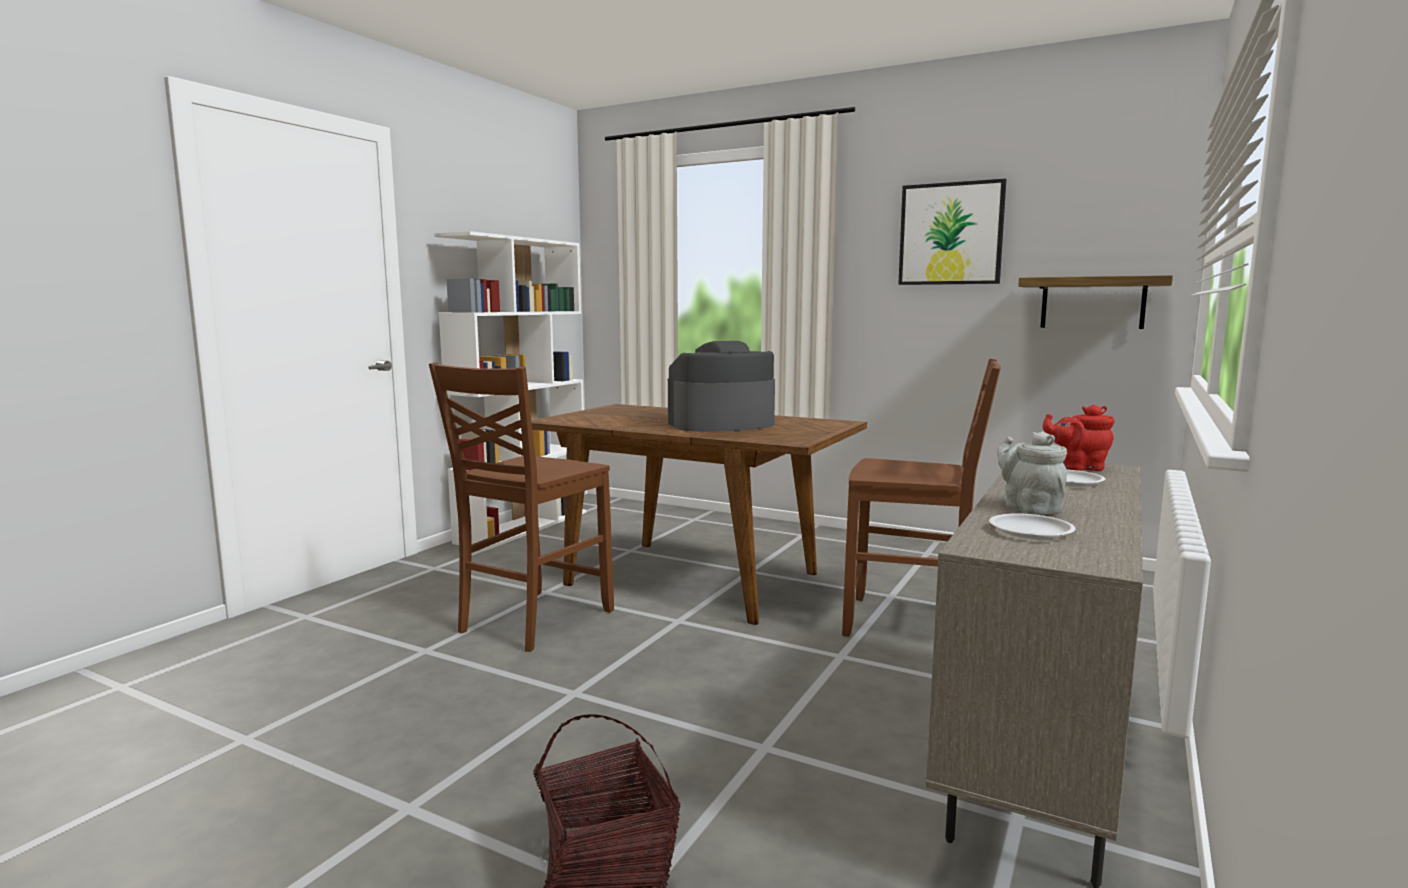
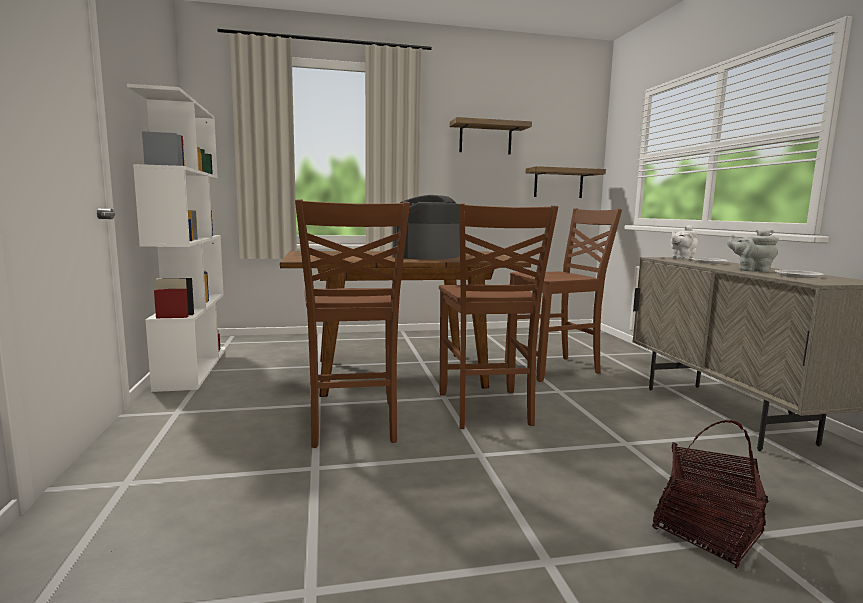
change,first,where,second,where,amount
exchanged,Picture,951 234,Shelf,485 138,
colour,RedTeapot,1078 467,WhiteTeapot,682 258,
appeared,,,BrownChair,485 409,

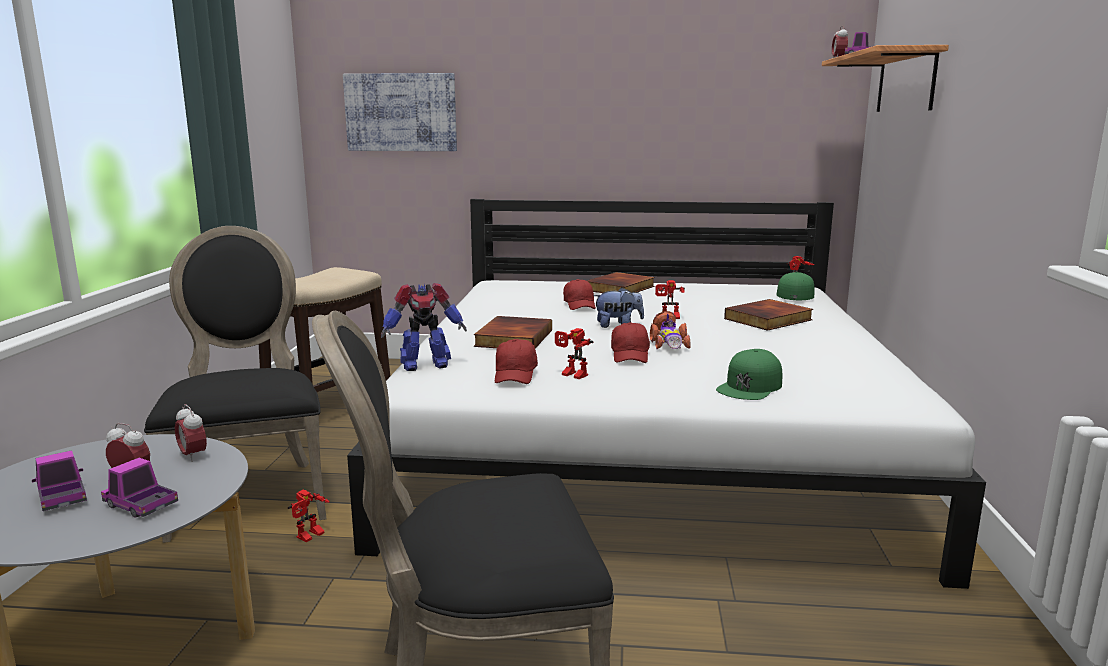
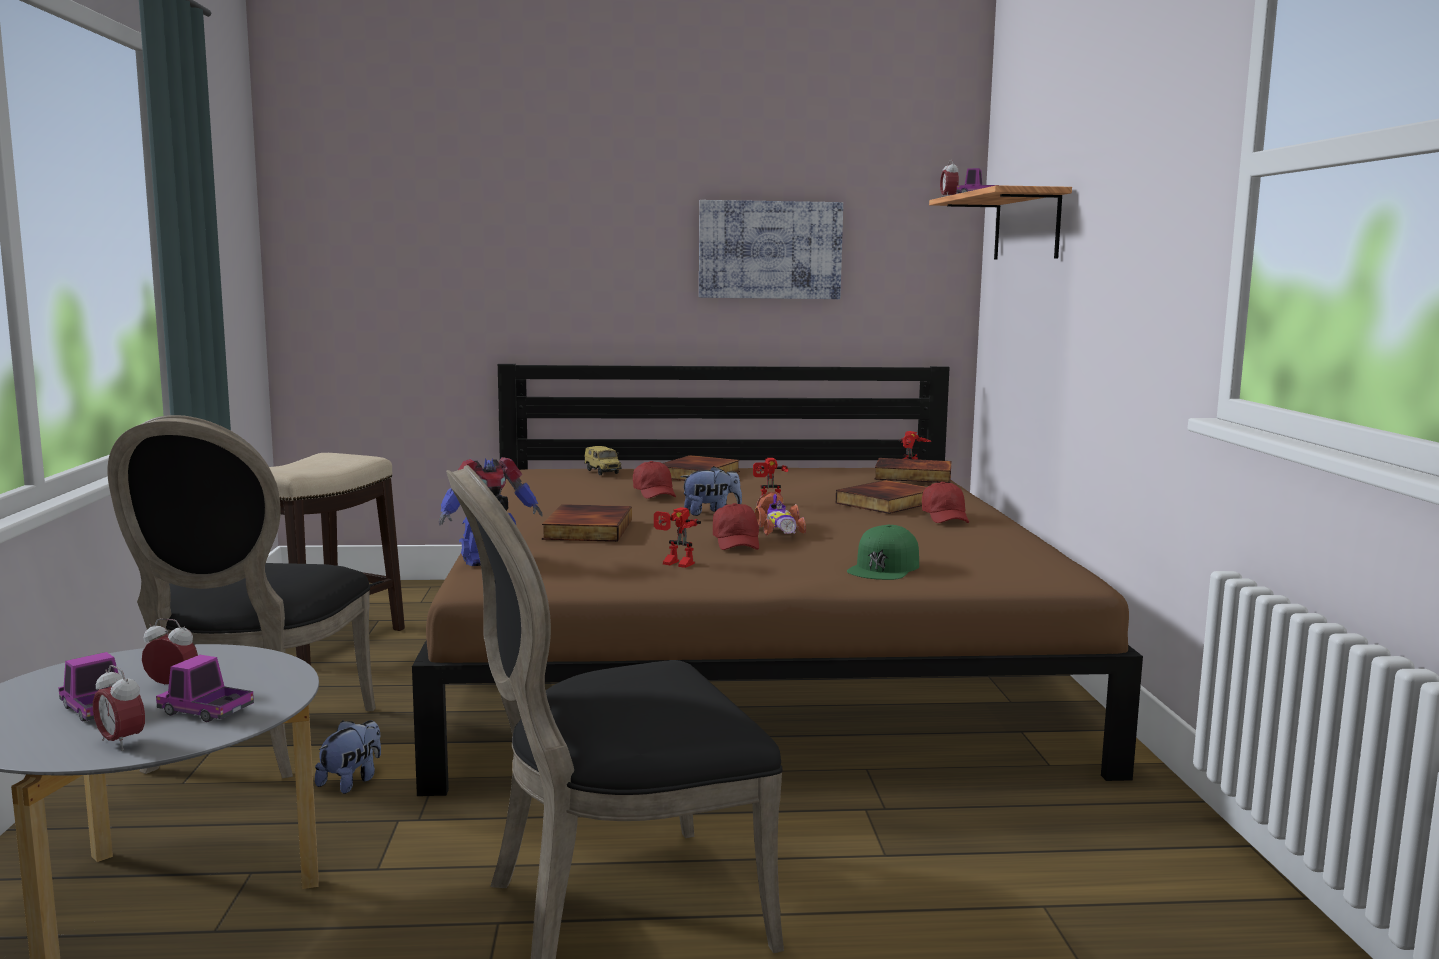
change,first,where,second,where,amount
spun,BlackChair,251 494,,252 742,150 degrees counterclockwise
relocated,AlarmClock,193 456,,121 742,
exchanged,ToyRobot,311 537,PlushToy,351 781,
relocated,Picture,401 112,,770 250,
colour,WhiteBed,646 441,BrownBed,747 658,
relocated,RedCap,515 375,,945 517,
exchanged,GreenCap,795 294,Book,912 476,
appeared,,,ToyCar,604 472,

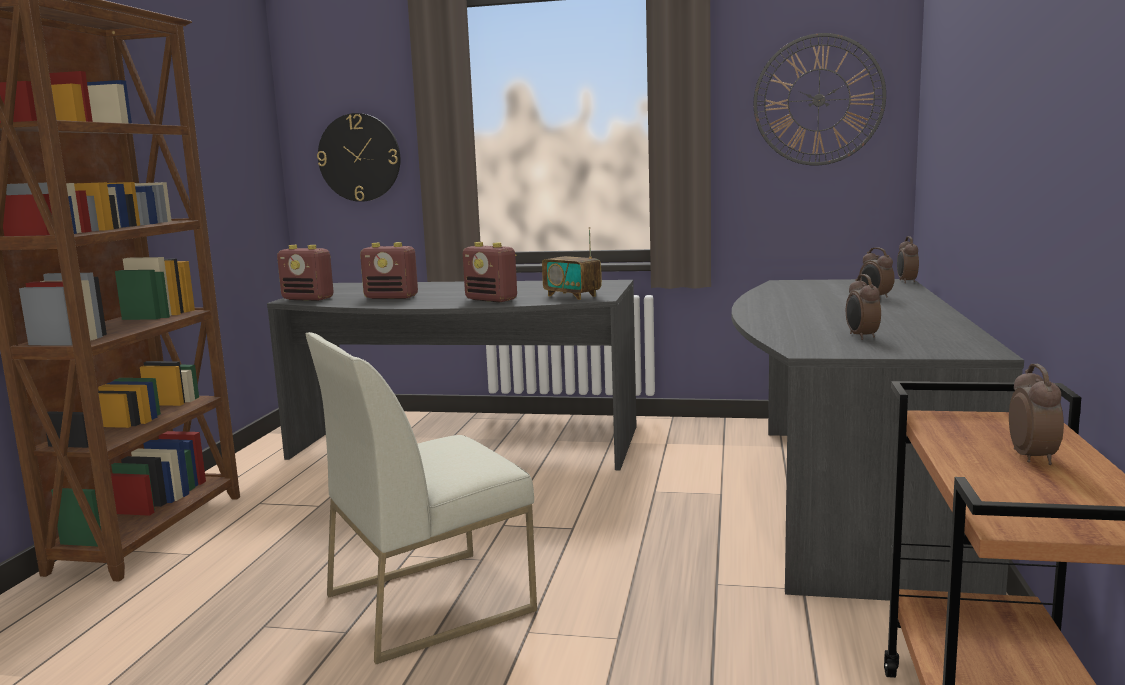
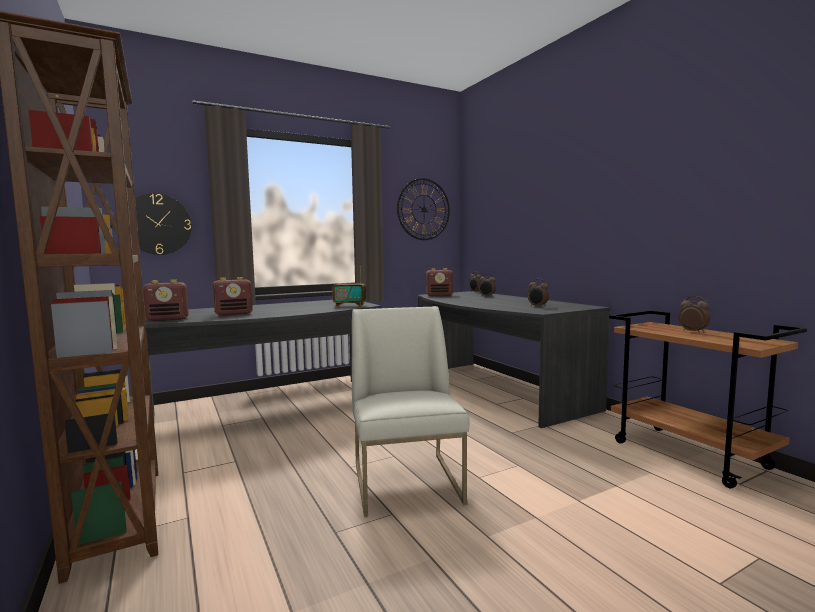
change,first,where,second,where,amount
spun,WhiteChair,430 601,,407 483,150 degrees clockwise
relocated,Radio,492 300,,439 295,

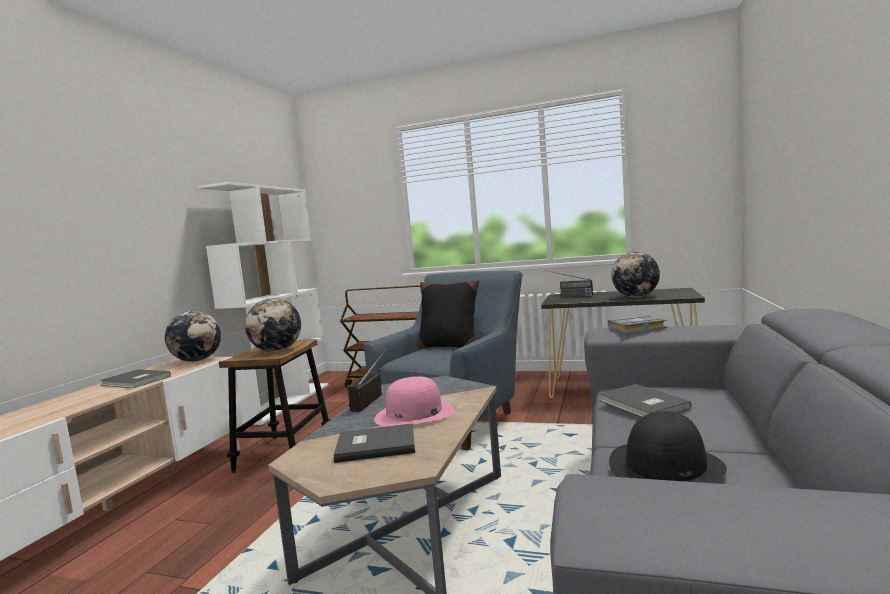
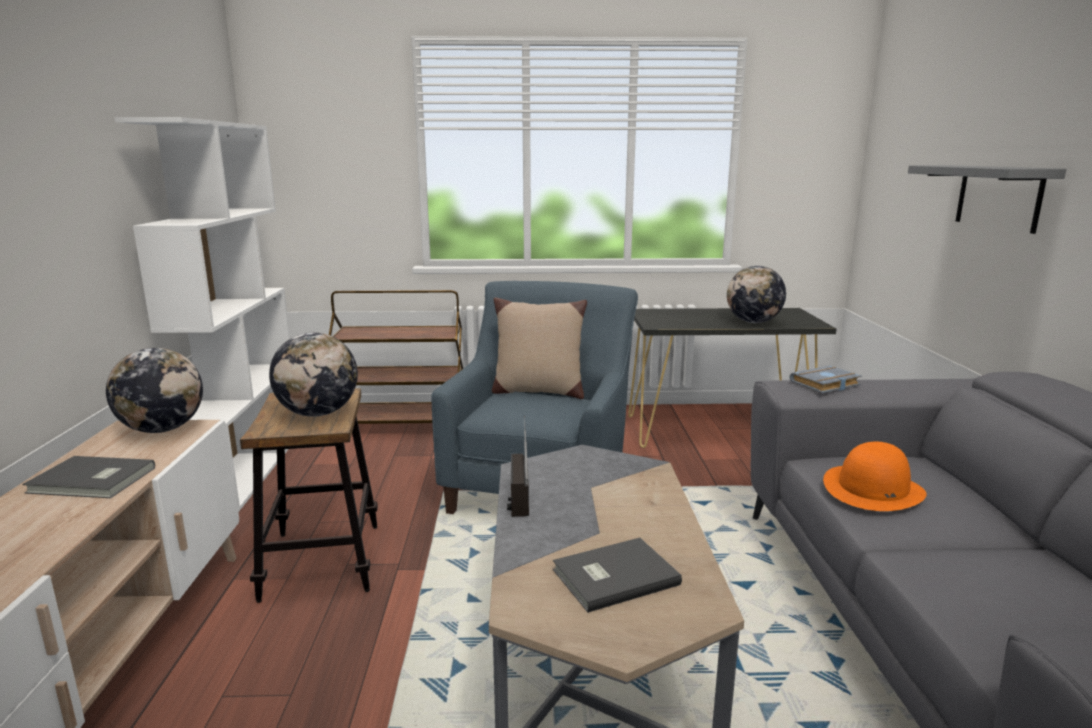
change,first,where,second,where,amount
missing,PinkHat,414 414,,,
colour,BlackPillow,448 347,BeigePillow,537 391,
missing,Radio,568 296,,,
exchanged,GreyBook,642 405,OrangeHat,873 489,
missing,BlackHat,665 467,,,
appeared,,,GreyShelf,998 197,

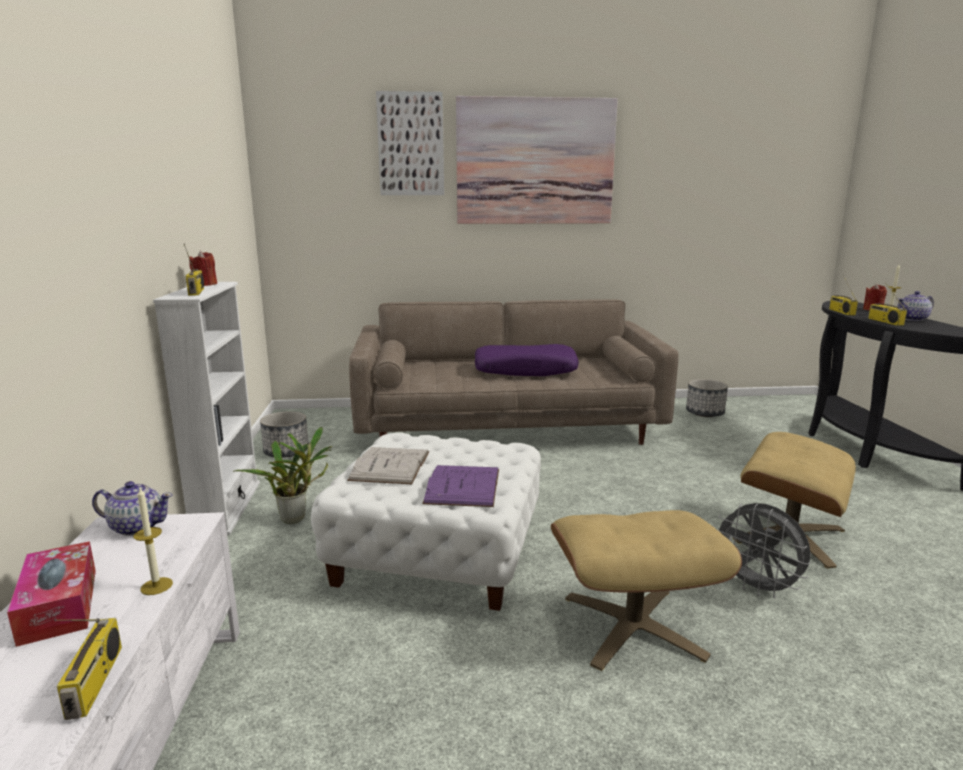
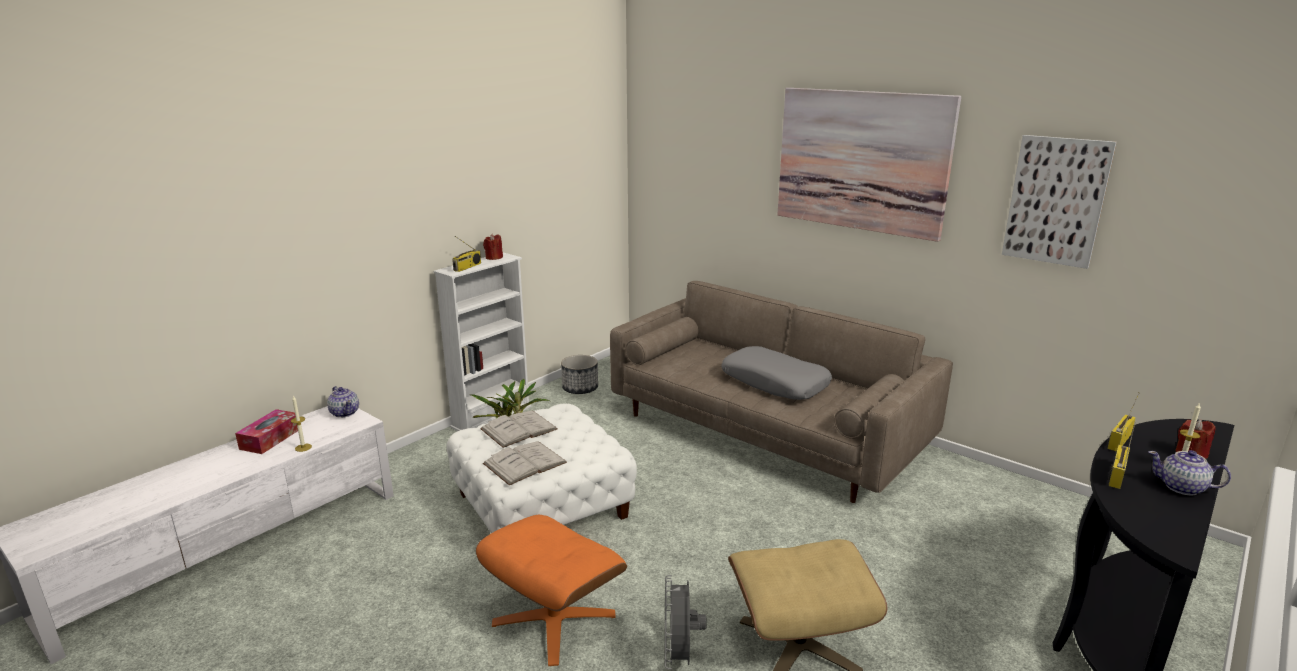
change,first,where,second,where,amount
missing,Radio,96 682,,,
relocated,Picture,411 144,,1056 201,
colour,PurpleBook,463 486,WhiteBook,525 463,
colour,PurplePillow,525 370,GreyPillow,775 383,
colour,BeigeOttoman,633 626,OrangeOttoman,553 619,
missing,Planter,704 413,,,

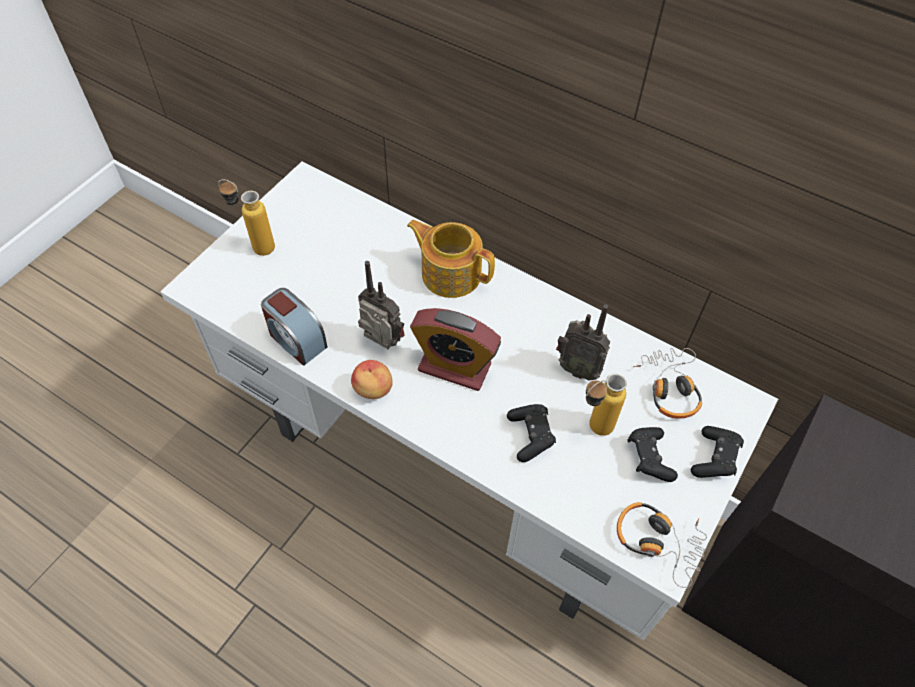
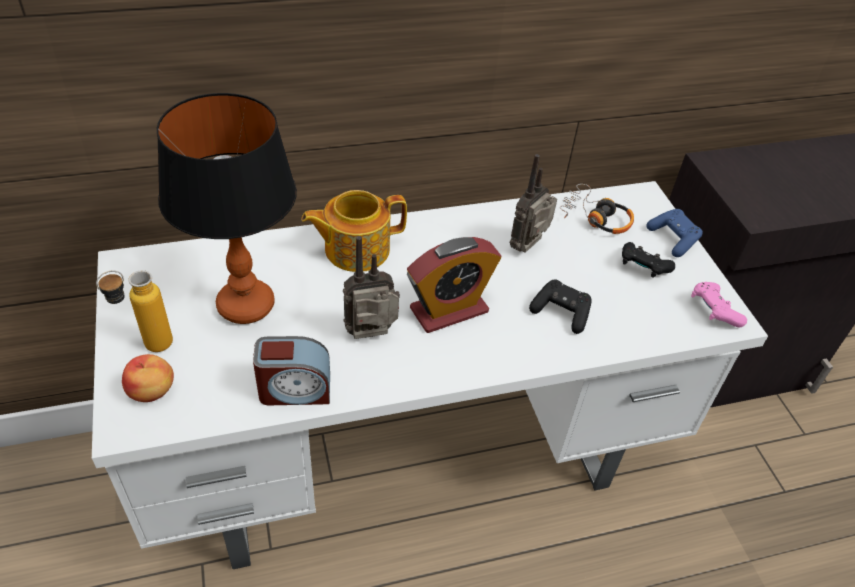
change,first,where,second,where,amount
relocated,Apple,373 390,,152 392,
spun,Radio,577 368,,529 247,150 degrees clockwise
missing,Bottle,592 430,,,
exchanged,Headphones,658 542,PinkGameController,713 312,
colour,BlackGameController,714 458,BlueGameController,673 239,
appeared,,,TableLamp,245 306,

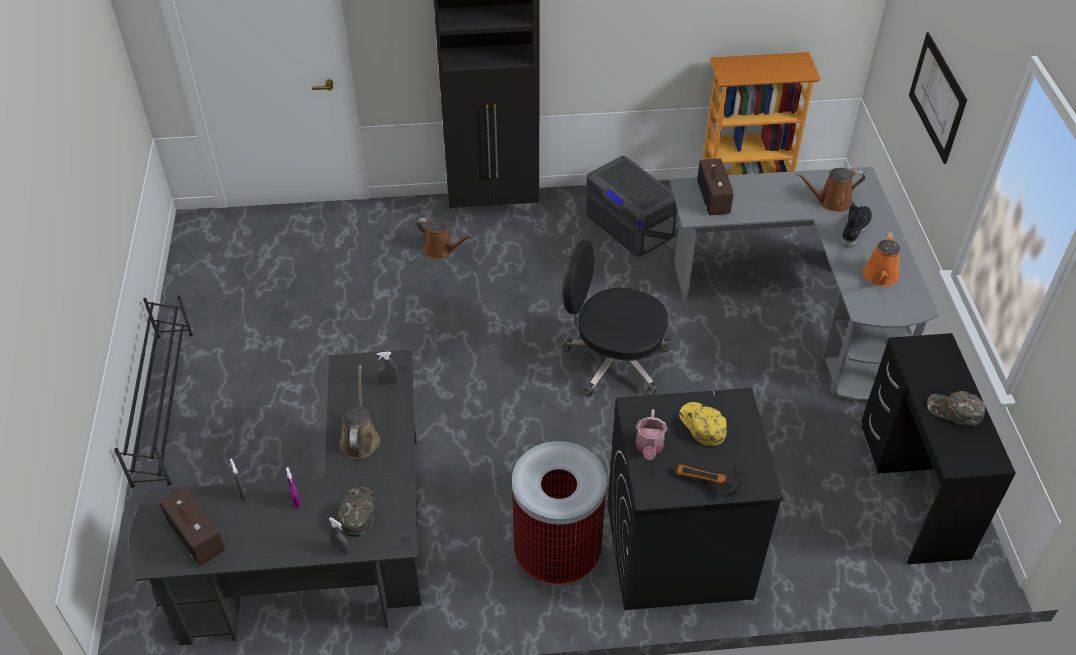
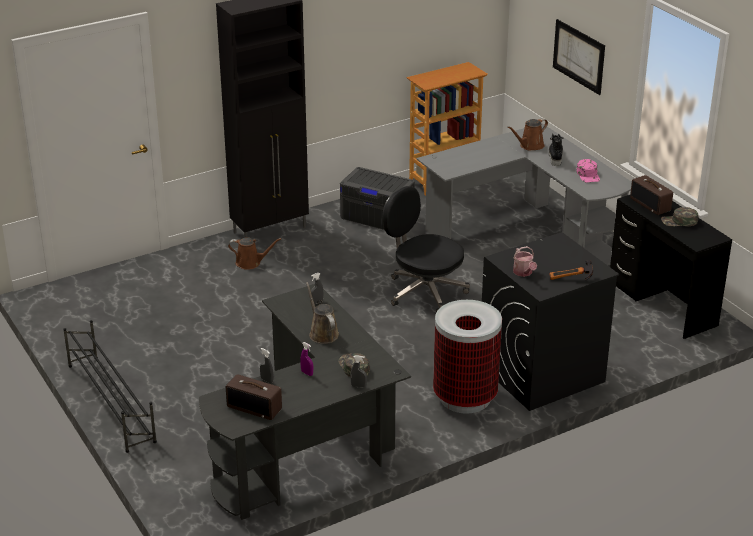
change,first,where,second,where,amount
spun,BlackOfficeChair,613 361,,424 291,45 degrees clockwise
missing,YellowCap,702 425,,,
relocated,Radio,714 197,,651 204,
exchanged,OrangeWateringCan,880 277,PinkCap,588 175,

